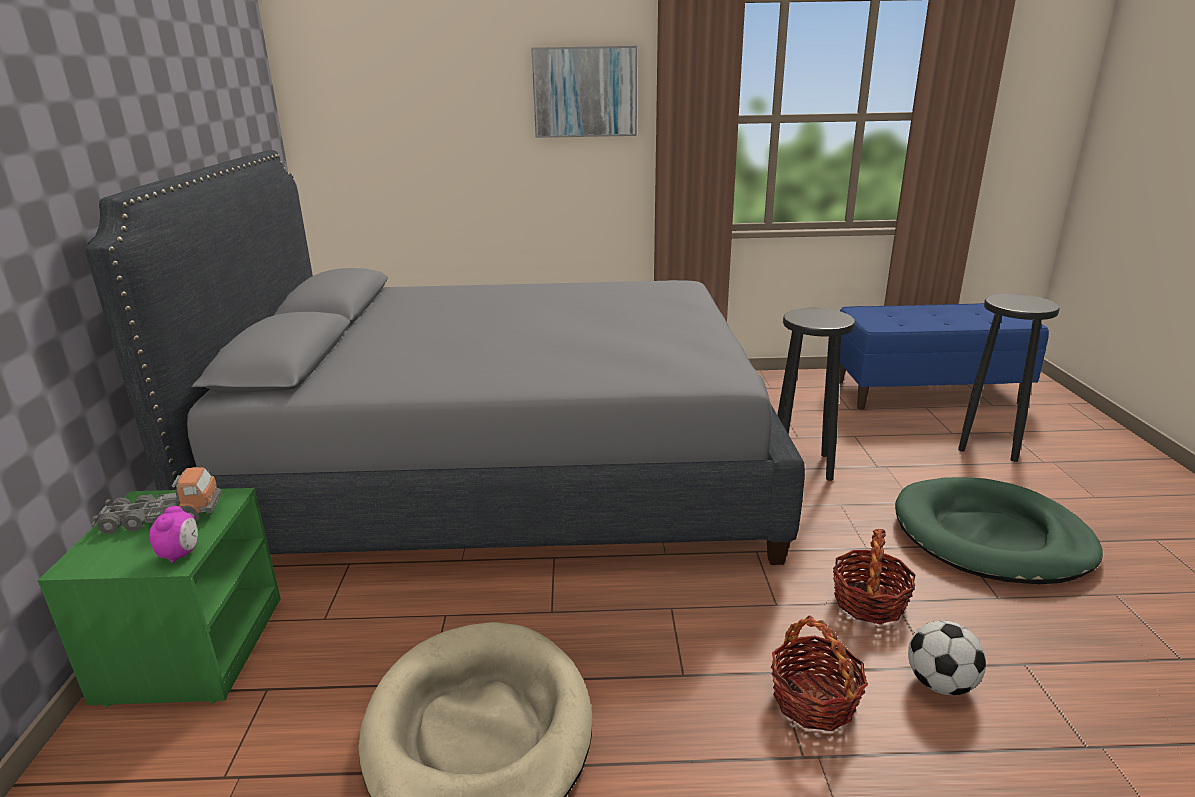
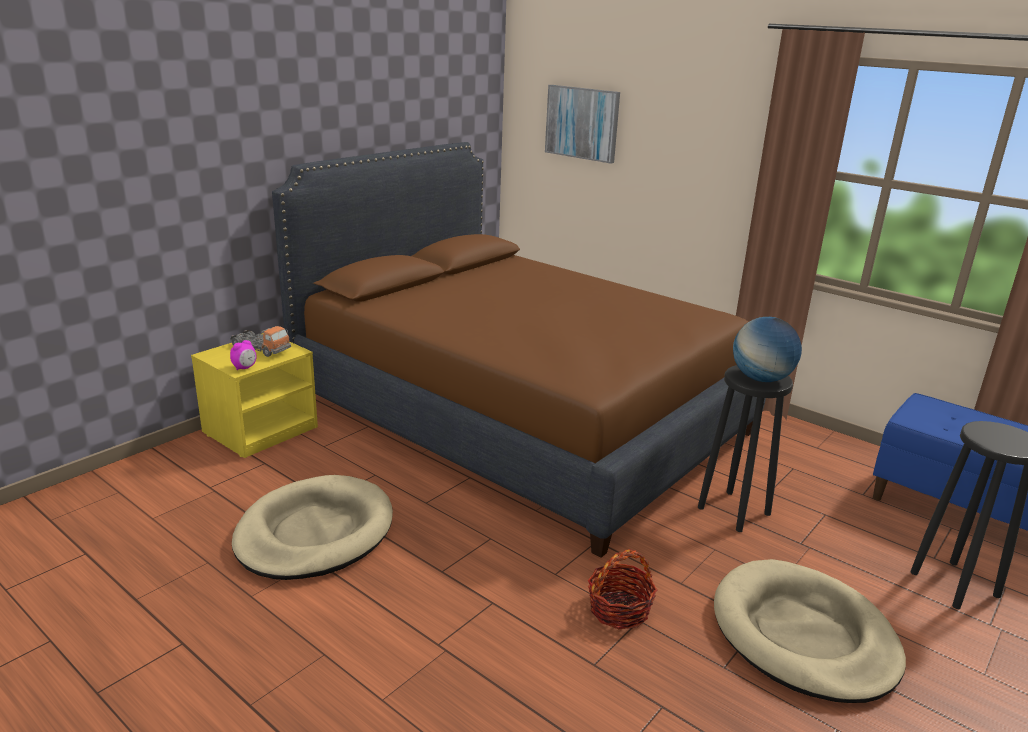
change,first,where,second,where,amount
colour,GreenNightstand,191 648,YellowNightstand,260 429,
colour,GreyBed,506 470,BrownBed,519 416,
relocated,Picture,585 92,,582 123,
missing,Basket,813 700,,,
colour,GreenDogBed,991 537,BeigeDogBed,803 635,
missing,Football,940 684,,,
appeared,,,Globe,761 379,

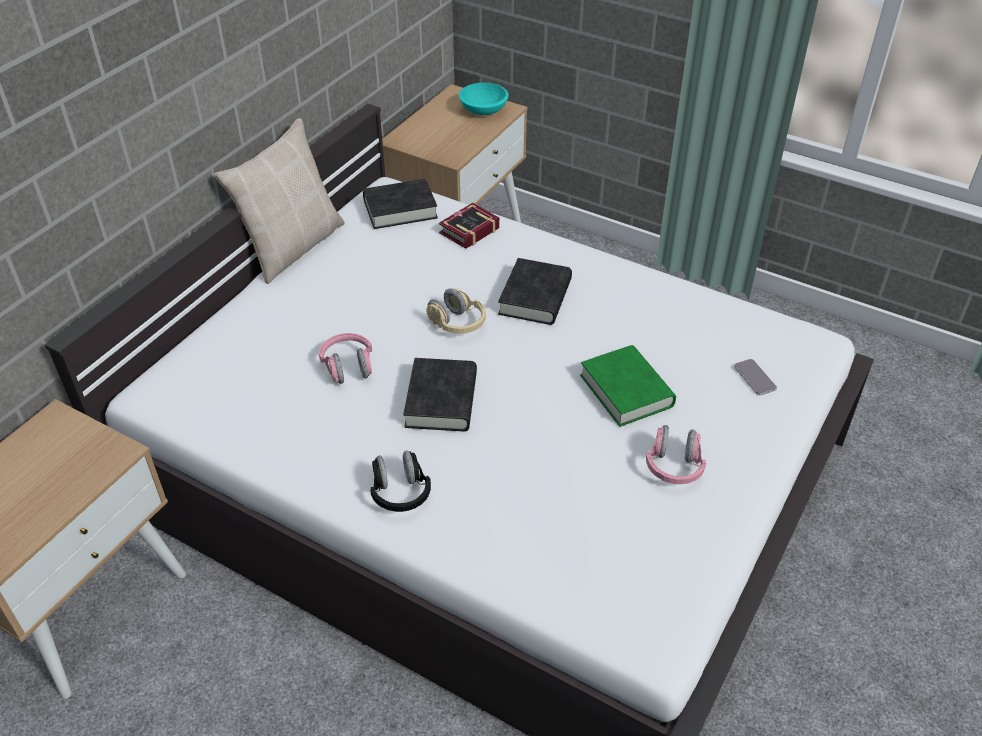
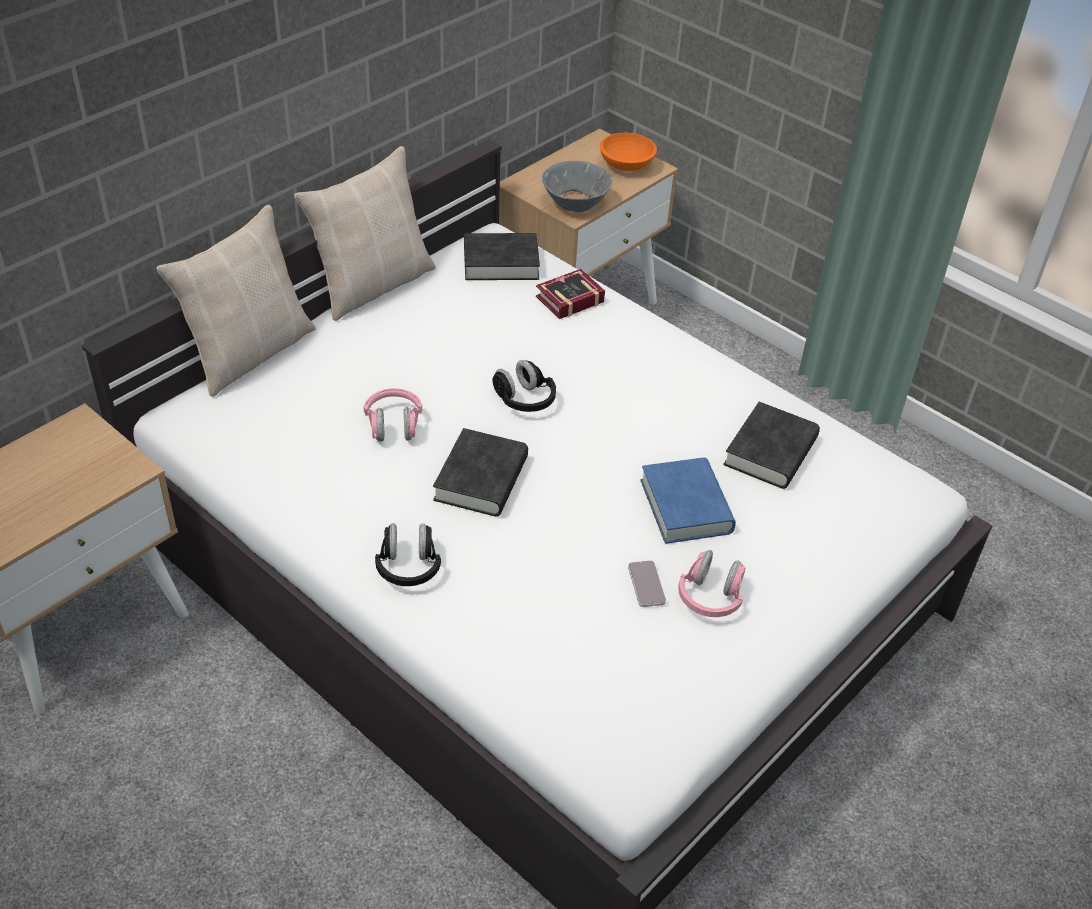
change,first,where,second,where,amount
colour,BeigeHeadphones,457 323,BlackHeadphones,524 400,
colour,TurquoiseBowl,484 110,OrangeBowl,627 164,
relocated,BlackBook,535 297,,770 452,
colour,GreenBook,626 391,BlueBook,686 506,
relocated,Phone,754 377,,646 584,
appeared,,,BeigePillow,249 352,
appeared,,,GreyBowl,574 203,

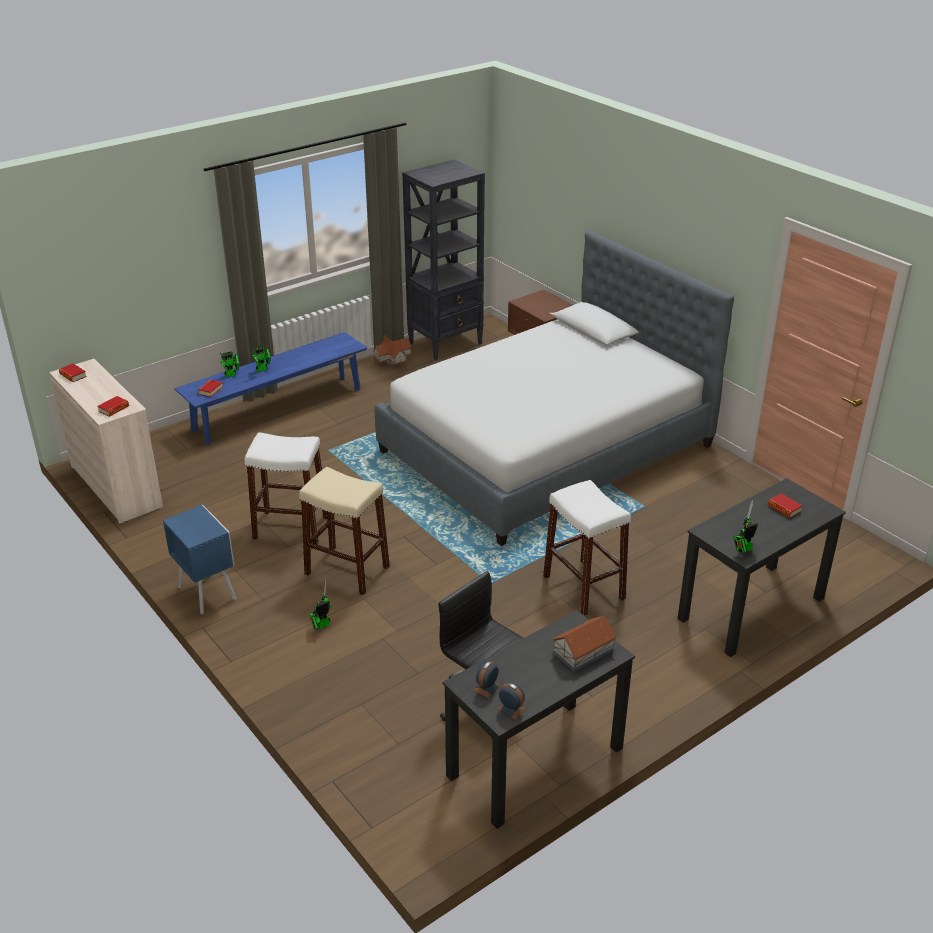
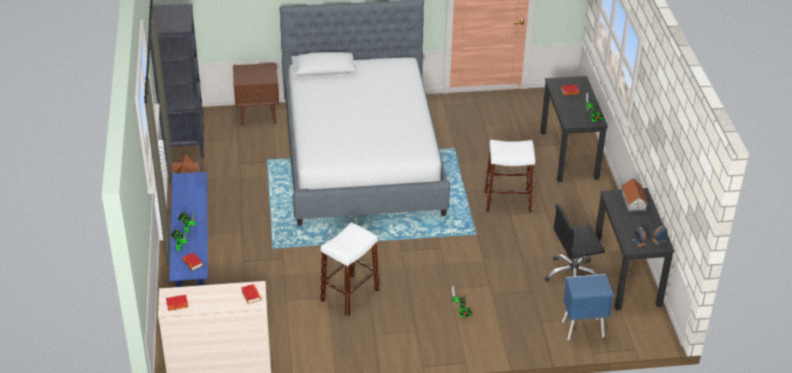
change,first,where,second,where,amount
relocated,BlueNightstand,207 592,,581 329,
missing,BeigeStool,347 570,,,

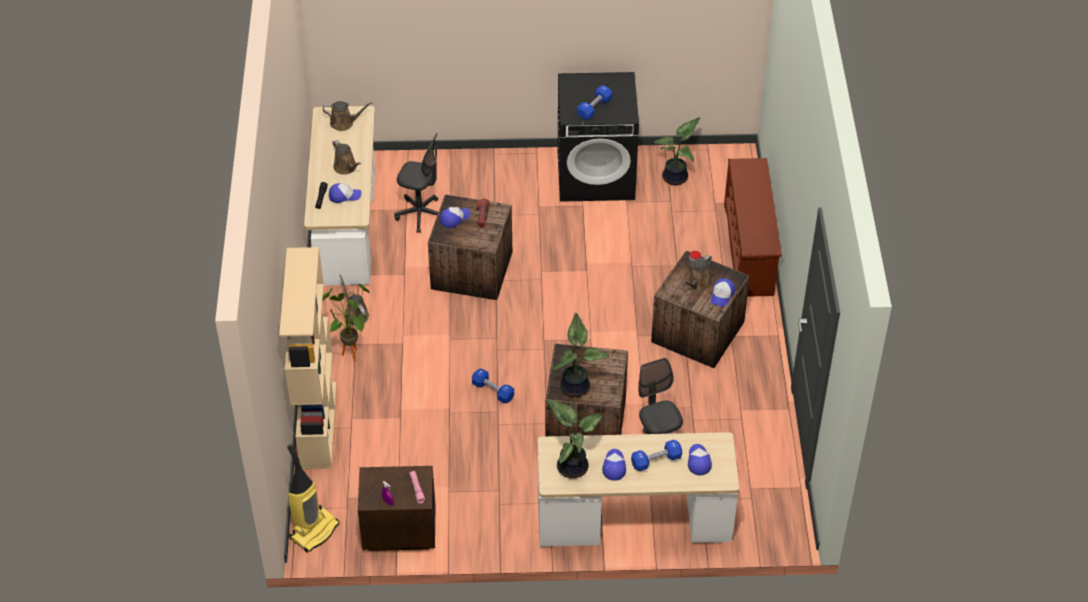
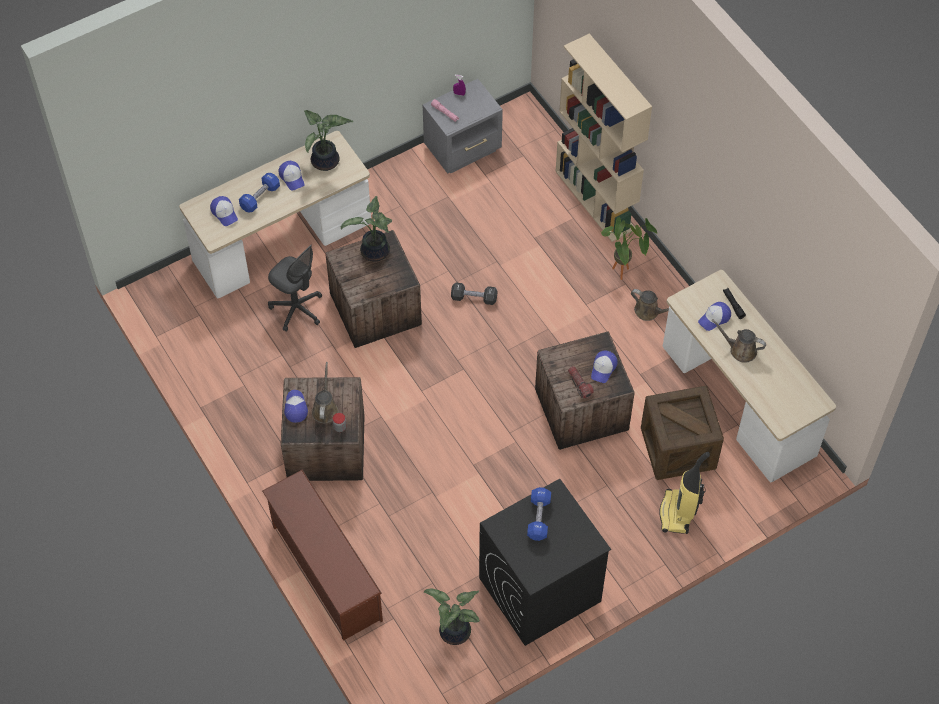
change,first,where,second,where,amount
relocated,VacuumCleaner,314 530,,677 513,
missing,BrownWateringCan,344 123,,,
colour,BrownNightstand,398 531,GreyNightstand,464 149,
exchanged,GreyOfficeChair,421 214,Crate,678 448,
colour,BlueDumbbell,493 391,BlackDumbbell,474 298,

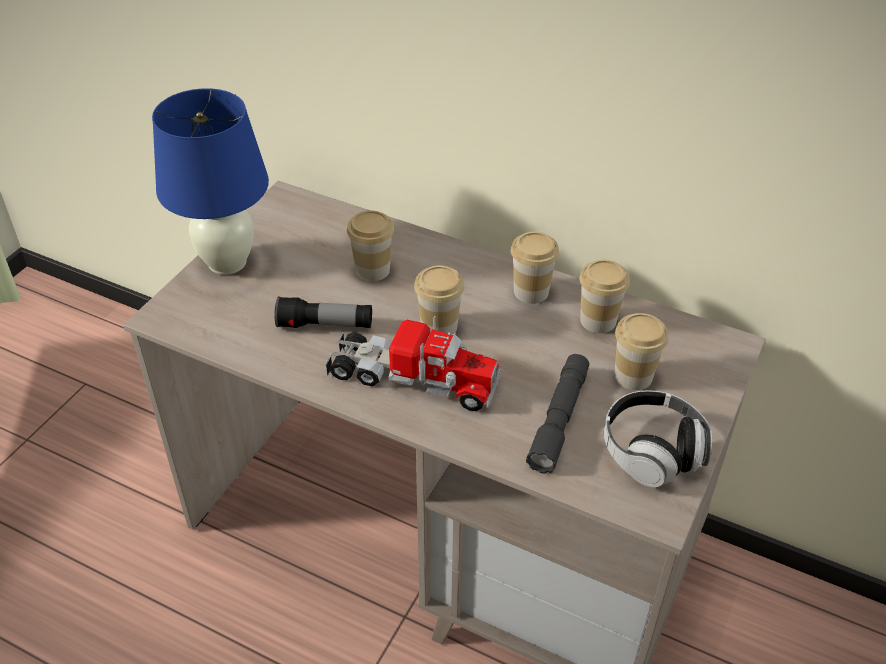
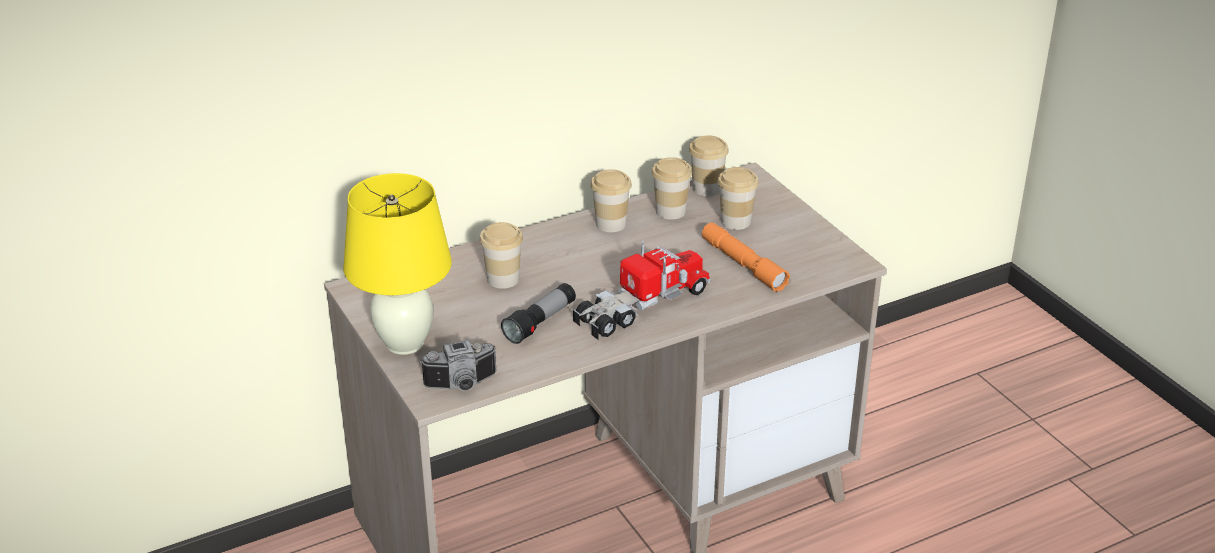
change,first,where,second,where,amount
colour,BlueTableLamp,226 263,YellowTableLamp,404 344,
relocated,Cup,439 327,,707 188,
colour,GreyFlashlight,559 419,OrangeFlashlight,743 265,
missing,Headphones,652 451,,,
appeared,,,PhotoCamera,462 385,

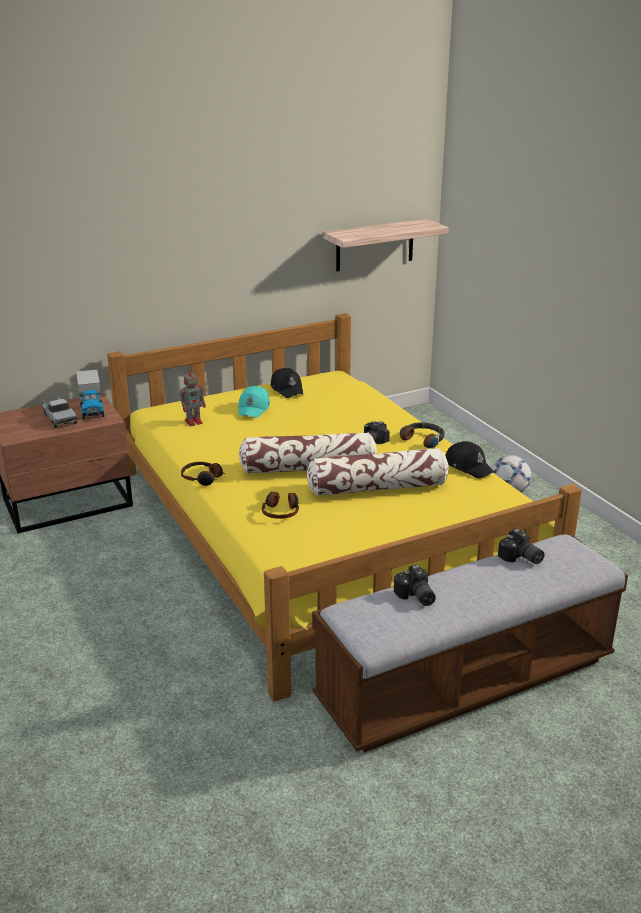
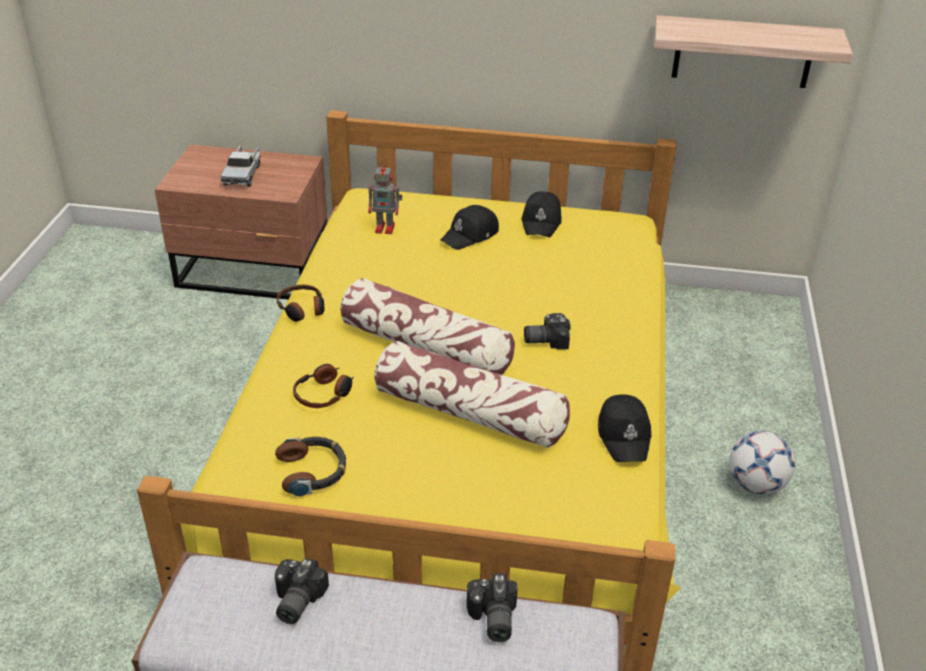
change,first,where,second,where,amount
missing,ToyTruck,91 408,,,
colour,TurquoiseCap,254 408,BlackCap,470 235,
relocated,Headphones,423 439,,313 471,

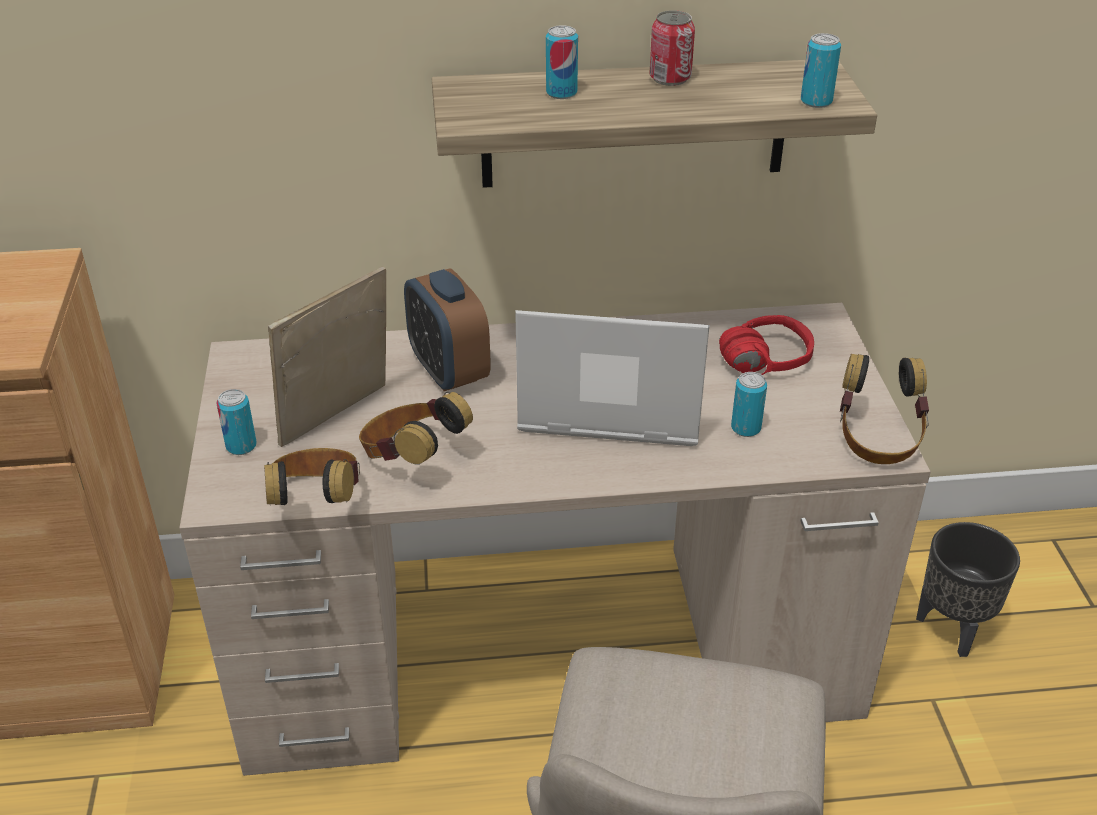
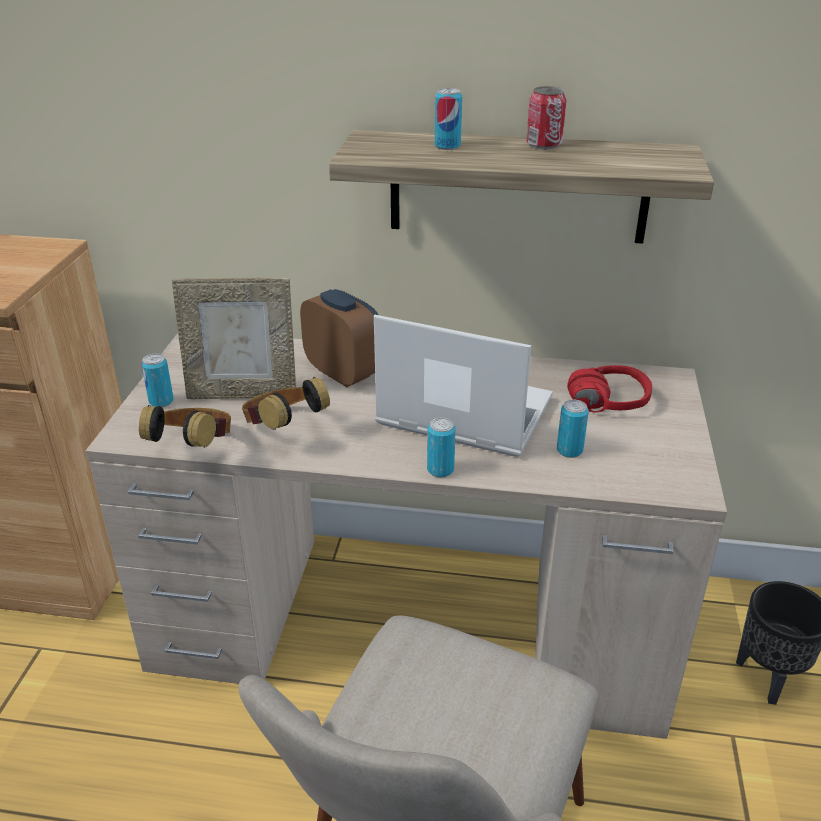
change,first,where,second,where,amount
spun,PictureFrame,339 418,,243 393,150 degrees counterclockwise
spun,AlarmClock,448 371,,343 373,150 degrees clockwise
relocated,Can,816 101,,440 470,
missing,Headphones,877 439,,,

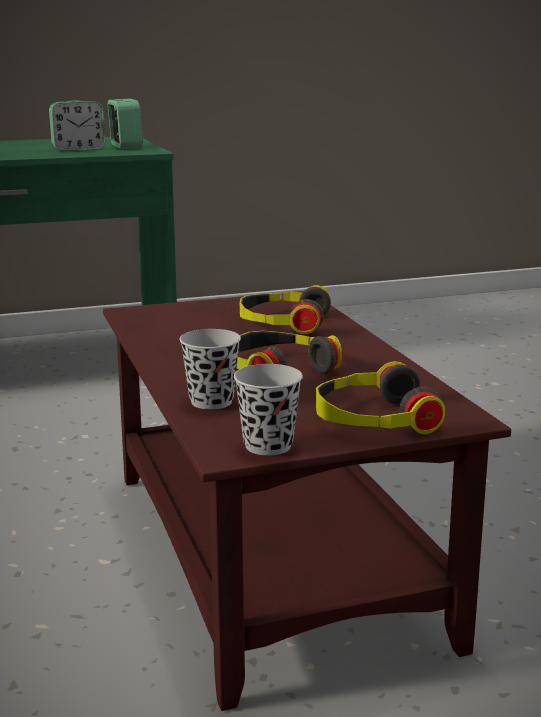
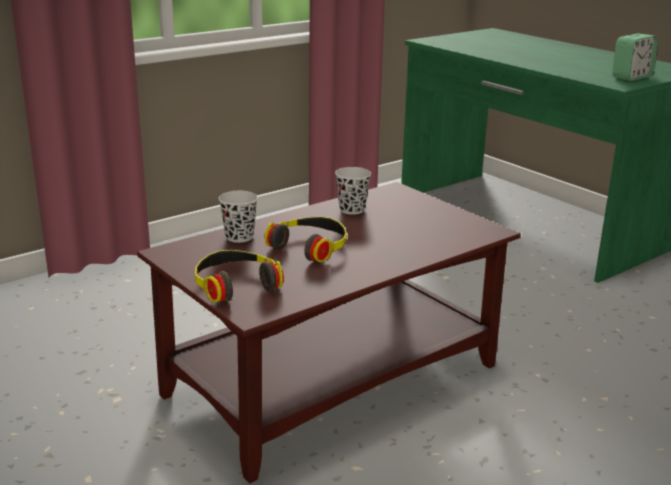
change,first,where,second,where,amount
missing,AlarmClock,78 149,,,
relocated,BlackCup,268 445,,352 210,
missing,Headphones,283 322,,,

